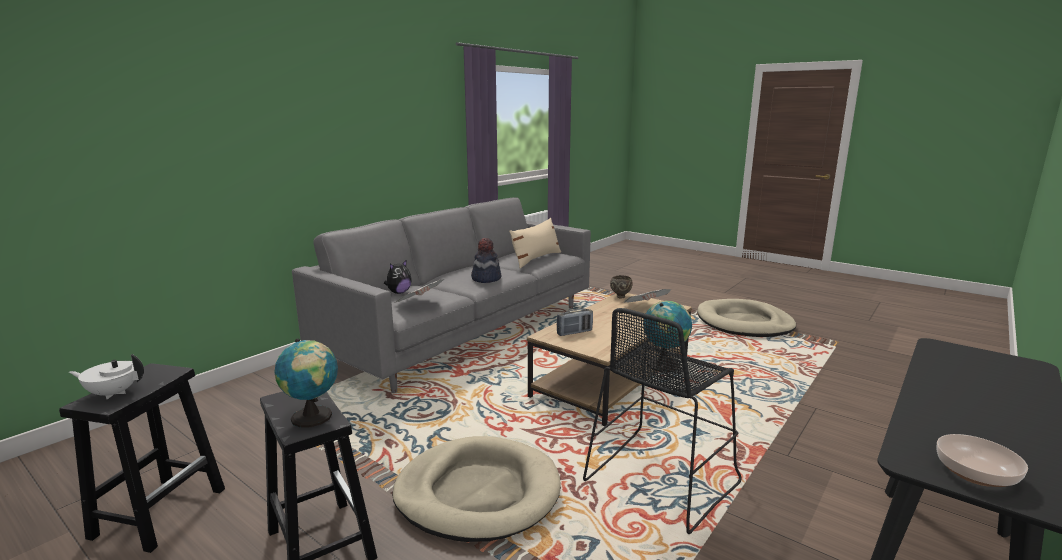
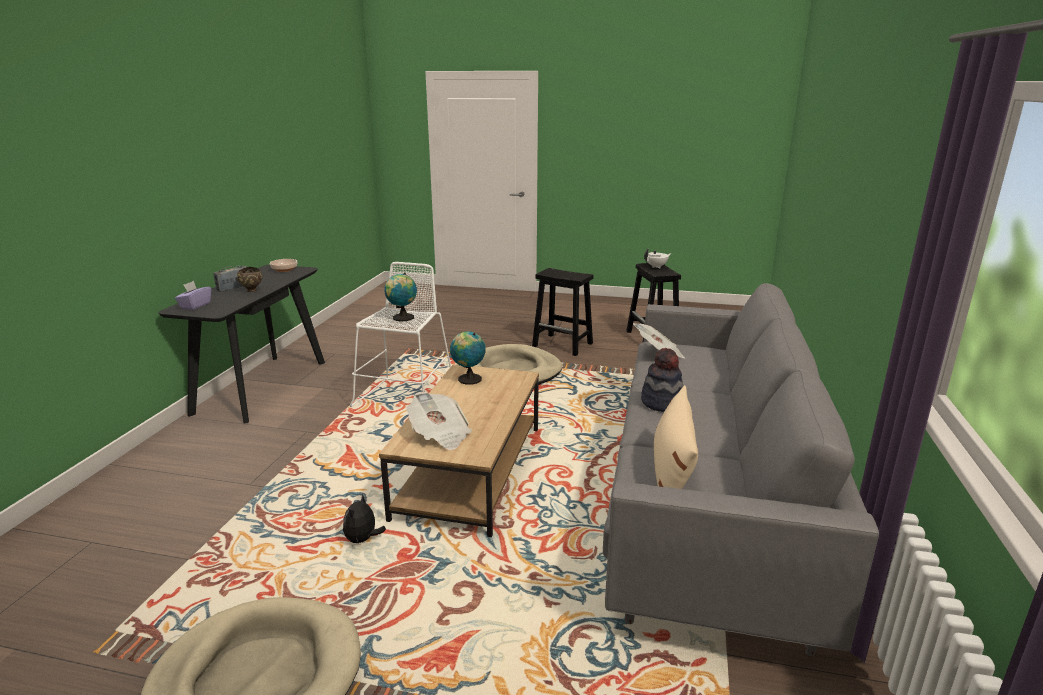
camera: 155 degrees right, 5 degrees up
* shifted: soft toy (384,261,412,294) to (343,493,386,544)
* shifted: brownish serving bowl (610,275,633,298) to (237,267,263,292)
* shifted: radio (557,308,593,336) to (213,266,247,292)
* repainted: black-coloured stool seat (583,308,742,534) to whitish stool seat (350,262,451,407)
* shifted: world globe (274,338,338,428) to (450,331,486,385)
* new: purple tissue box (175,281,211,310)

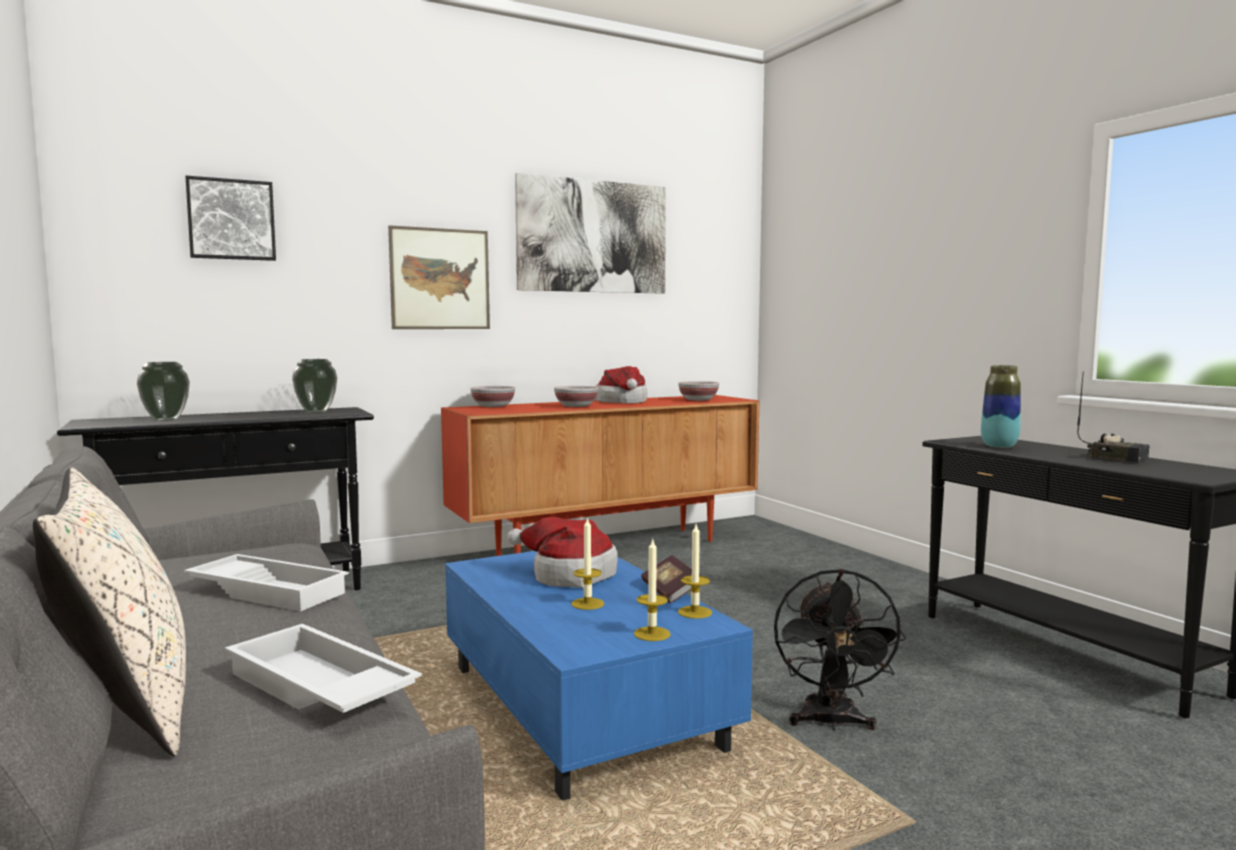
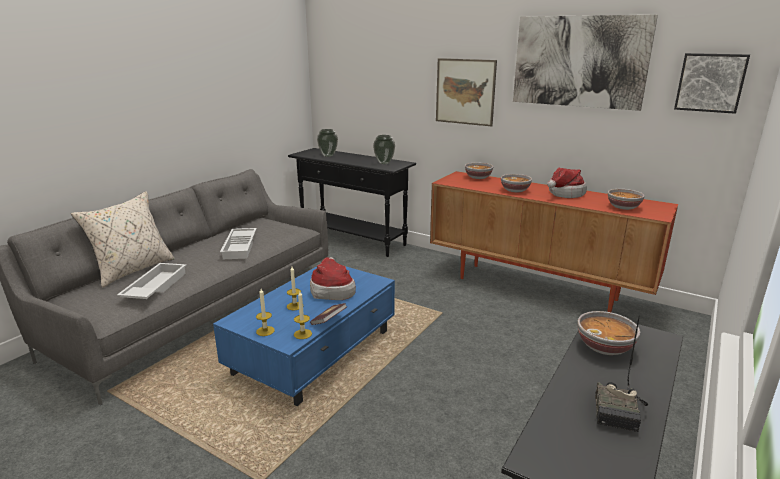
camera: 60 degrees right, 15 degrees up
* shifted: wall art (185,176,276,261) to (674,53,750,114)
* swapped: decorative vase (981,365,1021,448) to serving bowl (578,311,640,355)
* gone: black-coloured electric fan (774,569,906,730)

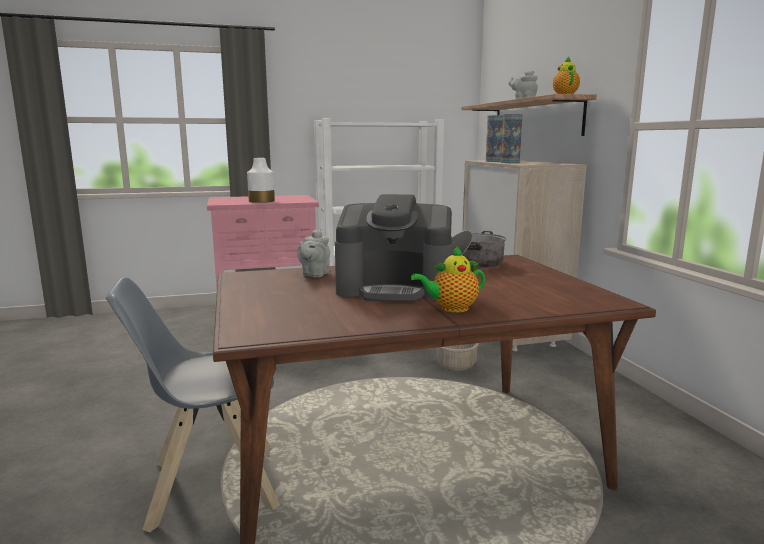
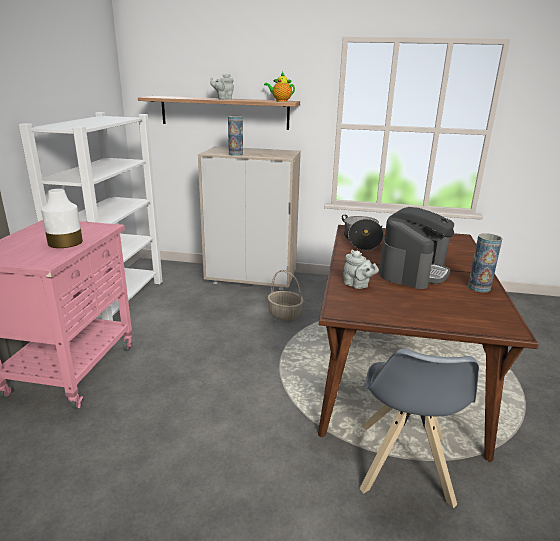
camera: 65 degrees left, 10 degrees up
* shifted: decorative vase (501,114,523,163) to (468,233,502,293)
* gone: tea pot (411,245,485,313)

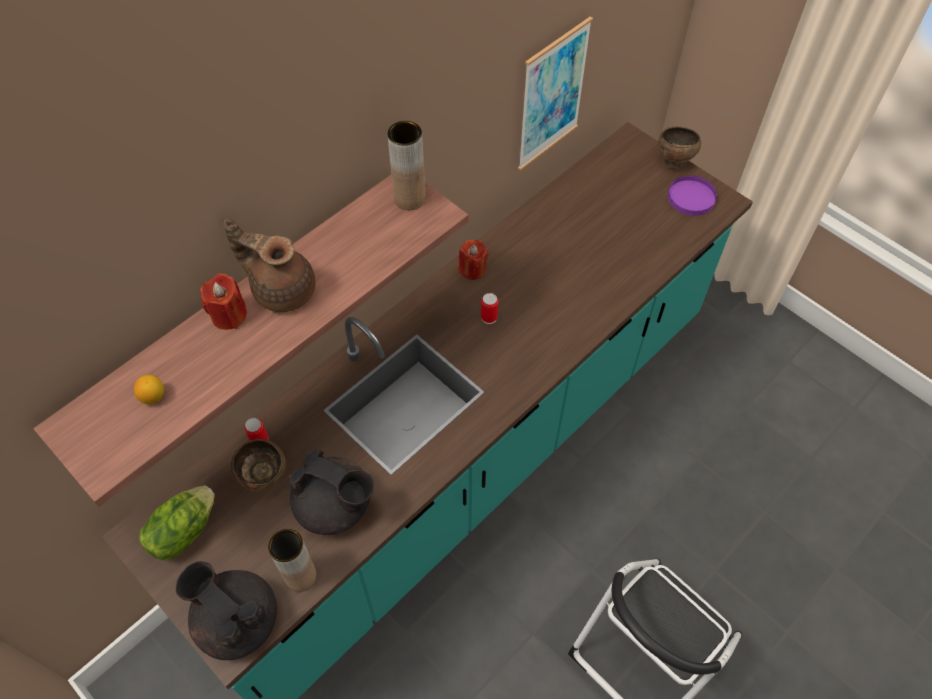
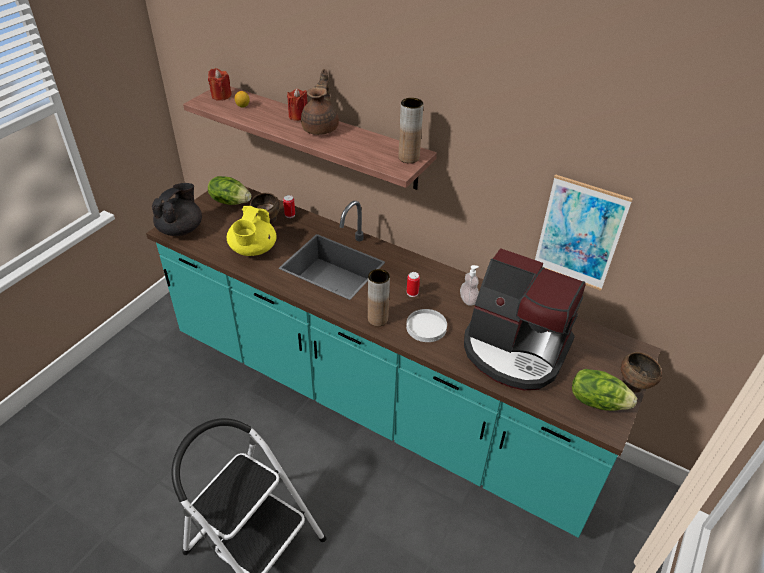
camera: 75 degrees right, 15 degrees down
* swapped: purple flat dish (668,175,717,216) to lettuce head (572,369,637,411)
* shifted: red wax light (459,240,488,280) to (208,68,232,101)
* repainted: black-coloured tea pot (289,450,374,535) to yellow tea pot (227,206,277,256)
* shifted: brownish decorative vase (268,529,317,592) to (368,269,390,326)
* new: coffee maker (464,248,586,390)
* new: liquid soap bottle (460,265,479,306)
* new: whitish flat dish (406,309,447,342)

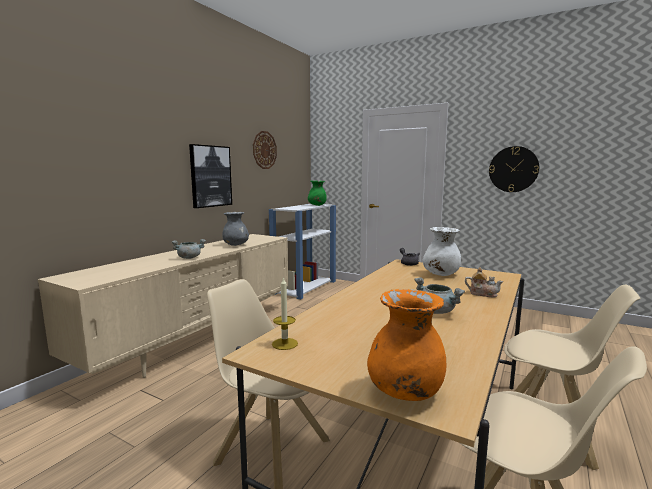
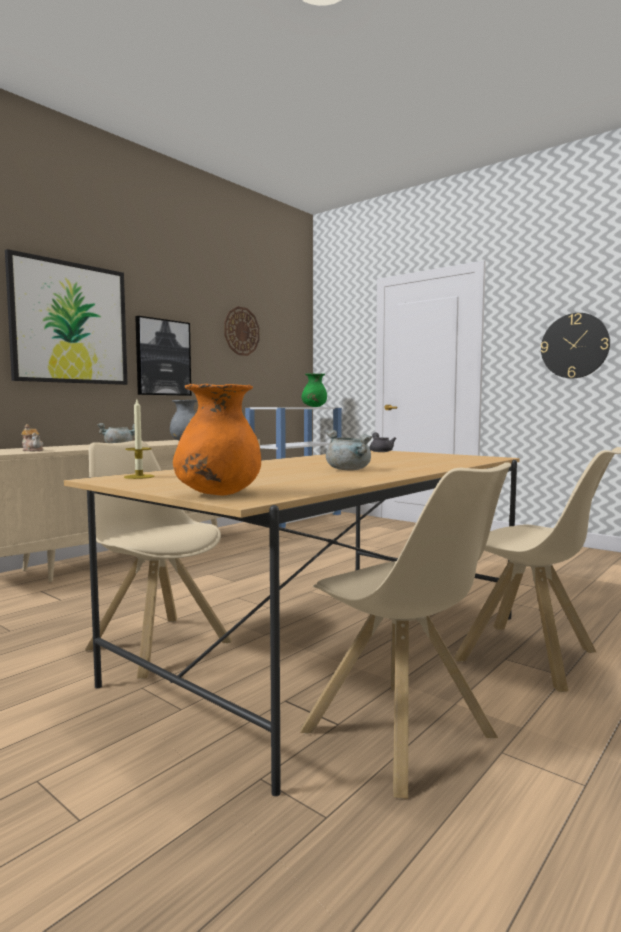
camera: 10 degrees right, 5 degrees down
* gone: whitish decorative vase (423,227,461,276)
* shifted: tea pot (465,267,503,297) to (21,424,44,451)
* new: wall art (5,249,128,385)

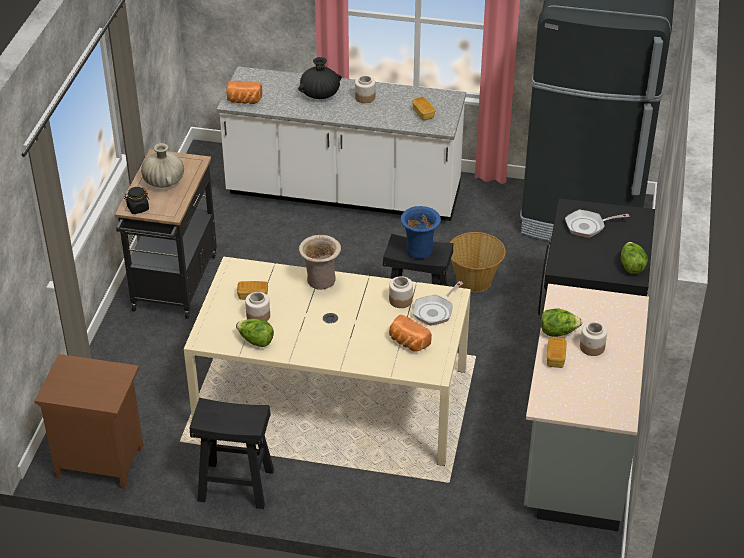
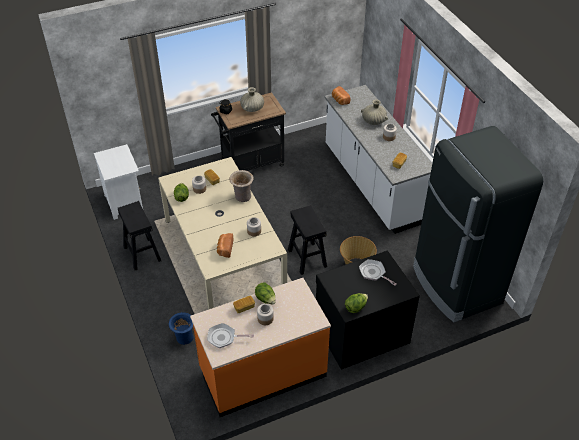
camera: 55 degrees right, 5 degrees up
* repainted: black-coloured decorative vase (298,57,342,99) to beige-coloured decorative vase (361,99,388,125)
* shifted: blue-coloured decorative vase (401,206,441,259) to (169,312,194,345)
* shifted: frying pan (413,281,463,326) to (207,323,254,348)
* repainted: gray kitchen counter (524,284,649,531) to orange-coloured kitchen counter (190,278,331,417)
* repainted: brownish nightstand (34,354,143,489) to whitish nightstand (94,144,143,220)

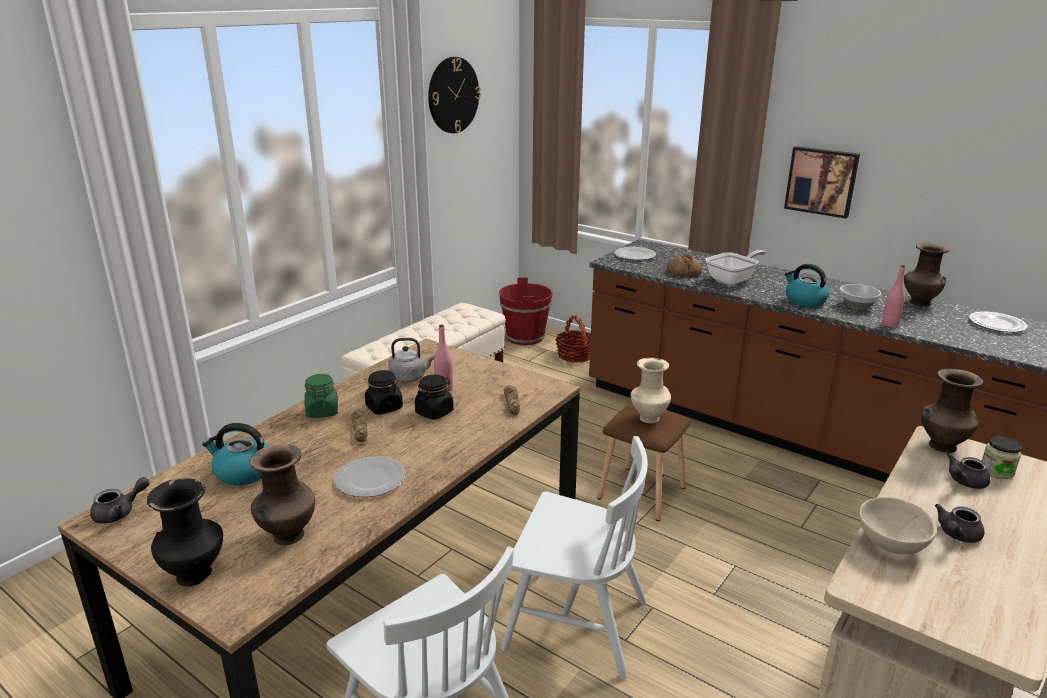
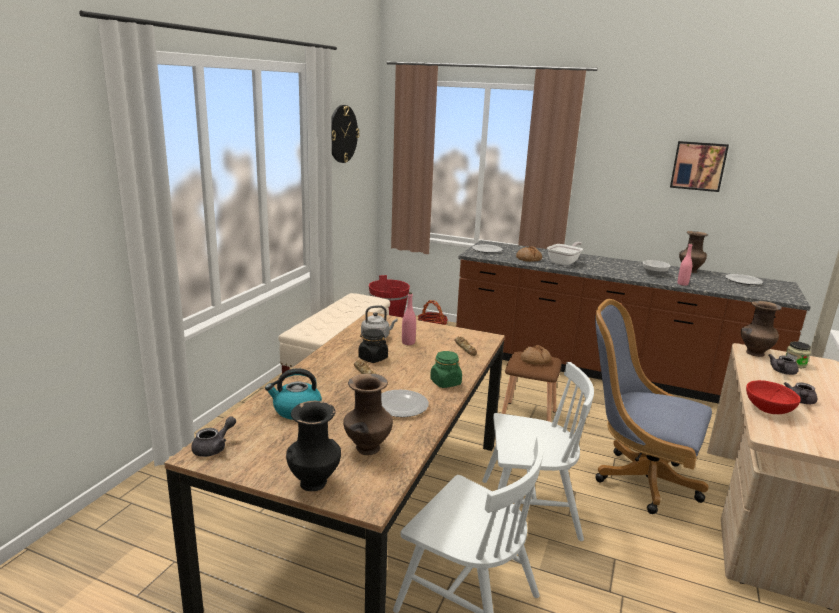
camera: 15 degrees left, 5 degrees down
* shifted: wall art (784,146,860,218) to (670,141,729,192)
* gone: water kettle (785,264,829,307)
* swapped: beige-coloured decorative vase (631,357,671,423) to bakery bread (521,345,552,365)
* shifted: green-coloured jar (304,374,338,418) to (430,351,462,388)
* gone: black-coloured jar (415,375,454,420)
* repainted: beige-coloured serving bowl (859,497,937,554) to red serving bowl (746,380,801,414)
* new: blue-coloured computer chair (595,299,712,514)

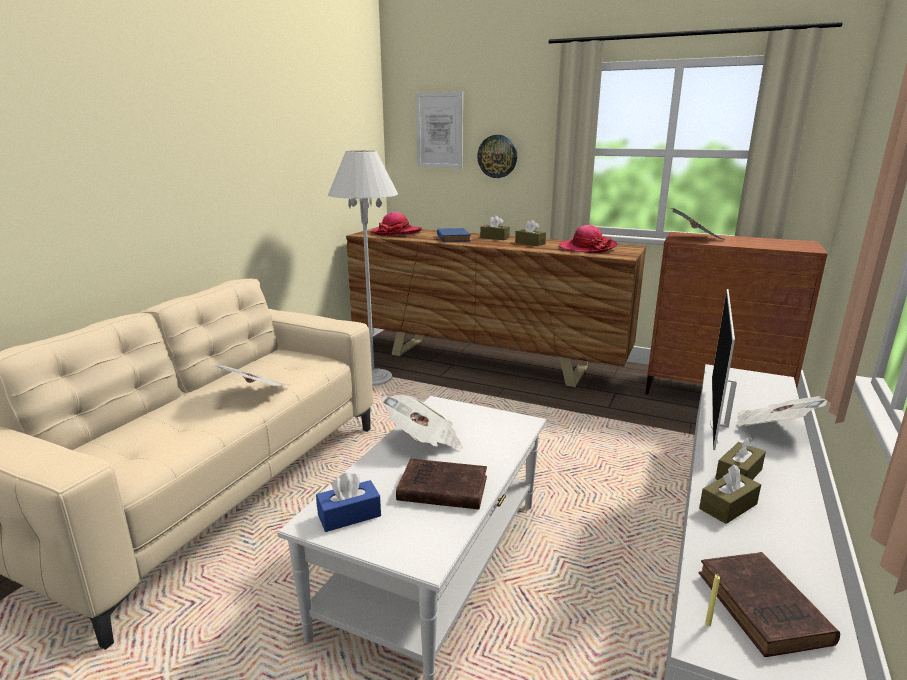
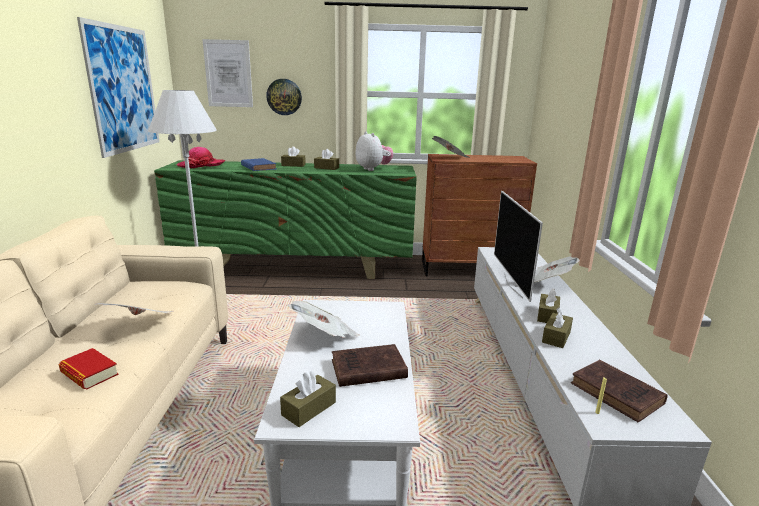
camera: 25 degrees left, 0 degrees up
* swapped: hat (559,225,618,253) to soft toy (355,131,393,171)
* repainted: brownish cupboard (346,227,646,387) to green-coloured cupboard (154,160,417,279)
* repainted: blue-coloured tissue box (316,472,381,532) to brownish tissue box (280,371,336,427)
* new: wall art (77,17,159,158)
* new: book (58,348,119,390)

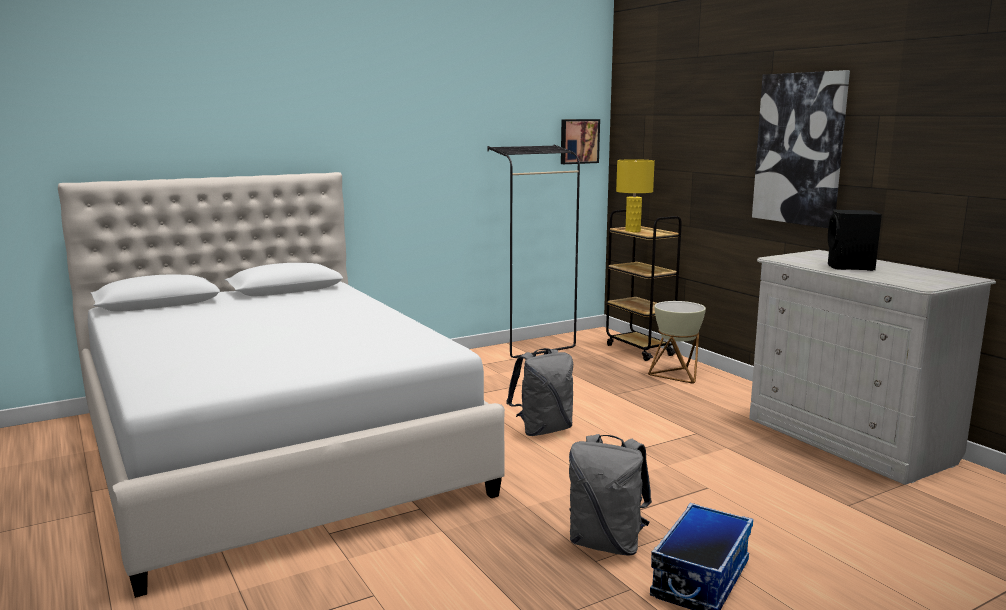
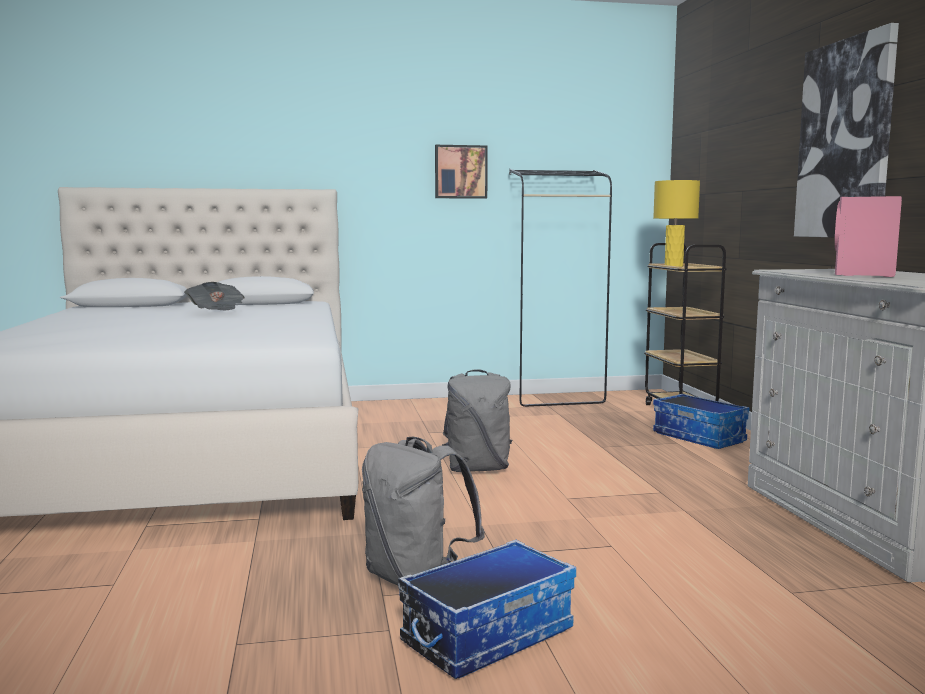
camera: 20 degrees right, 5 degrees down
* shifted: wall art (561,119,600,164) to (435,145,488,199)
* repainted: black-coloured audio speaker (828,210,882,271) to pink audio speaker (835,196,902,277)
* swapped: planter (648,301,706,384) to storage bin (653,394,749,449)
* new: daily paper (184,282,245,310)

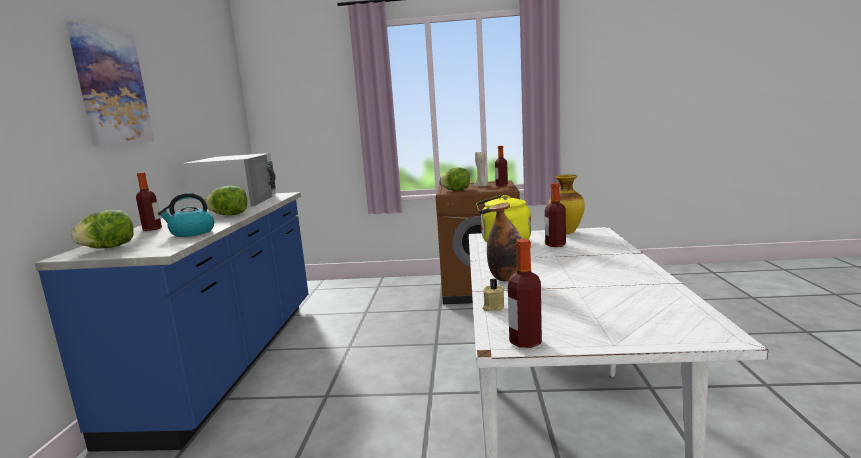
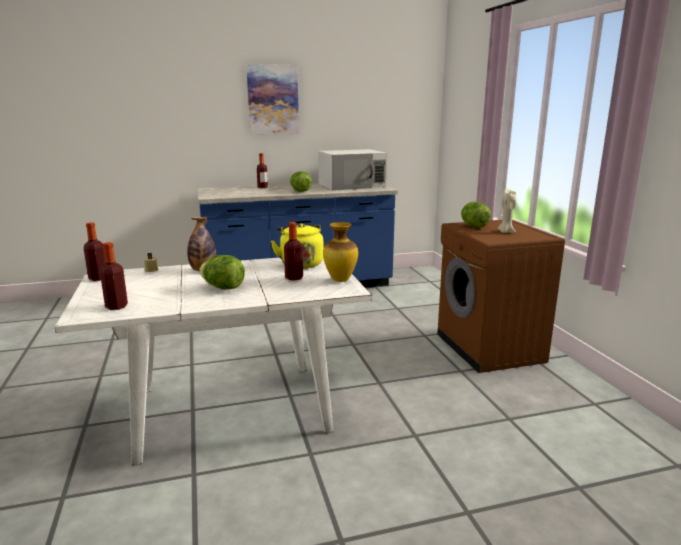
camera: 70 degrees right, 5 degrees up
* shifted: bottle (495,146,508,186) to (100,242,128,310)
* gone: water kettle (158,193,214,237)
* shifted: lettuce head (71,210,134,249) to (199,255,245,289)

